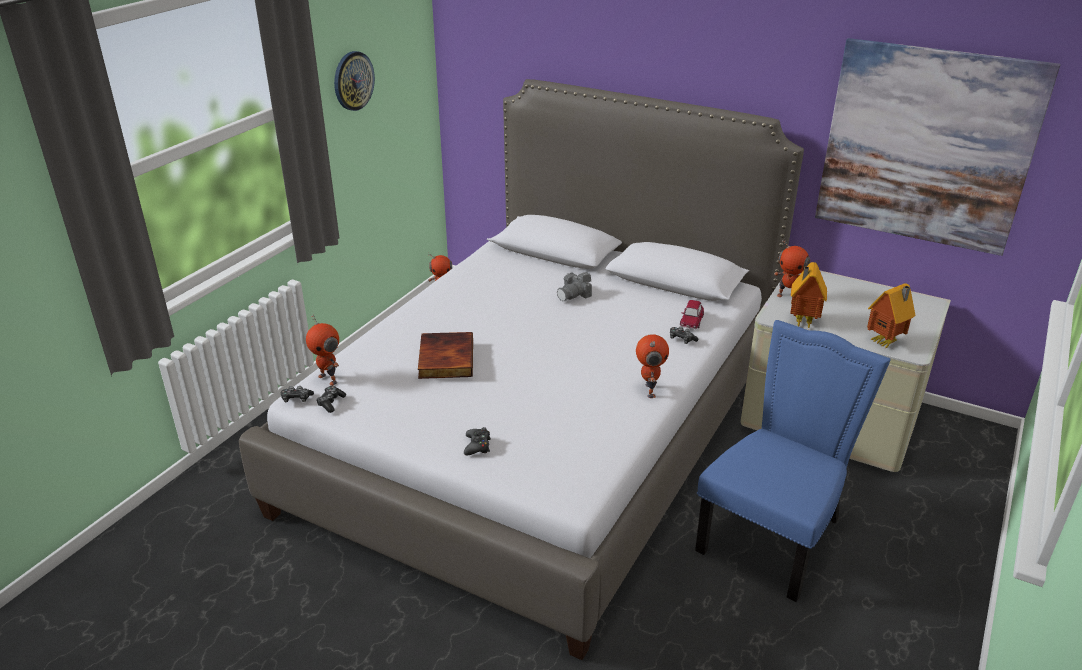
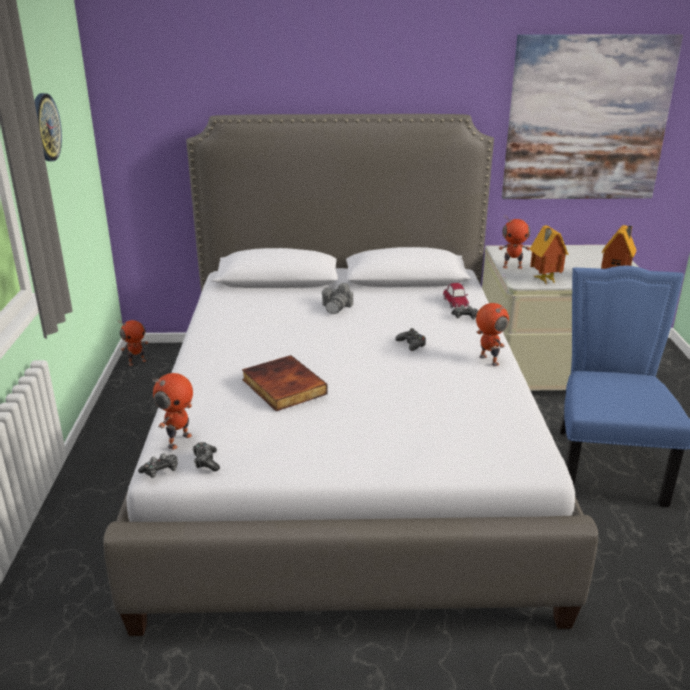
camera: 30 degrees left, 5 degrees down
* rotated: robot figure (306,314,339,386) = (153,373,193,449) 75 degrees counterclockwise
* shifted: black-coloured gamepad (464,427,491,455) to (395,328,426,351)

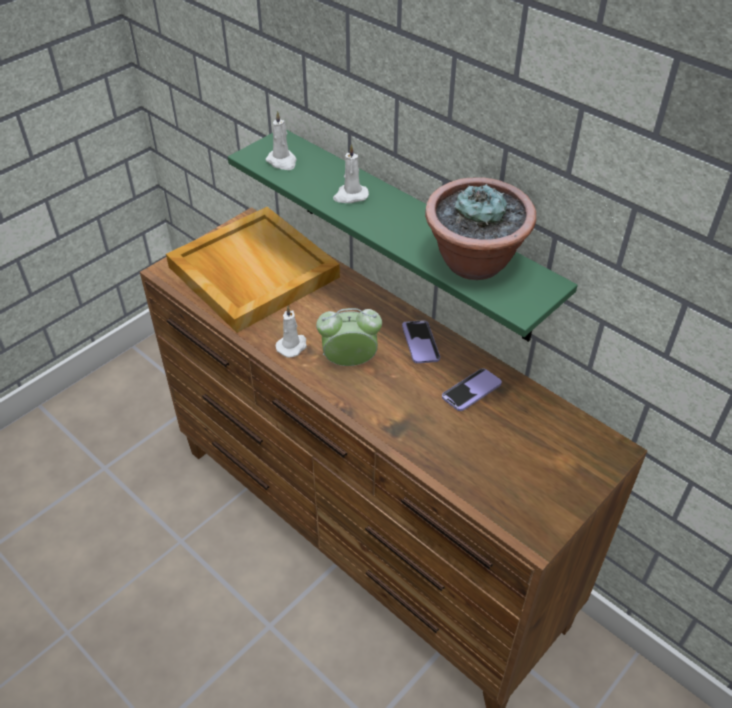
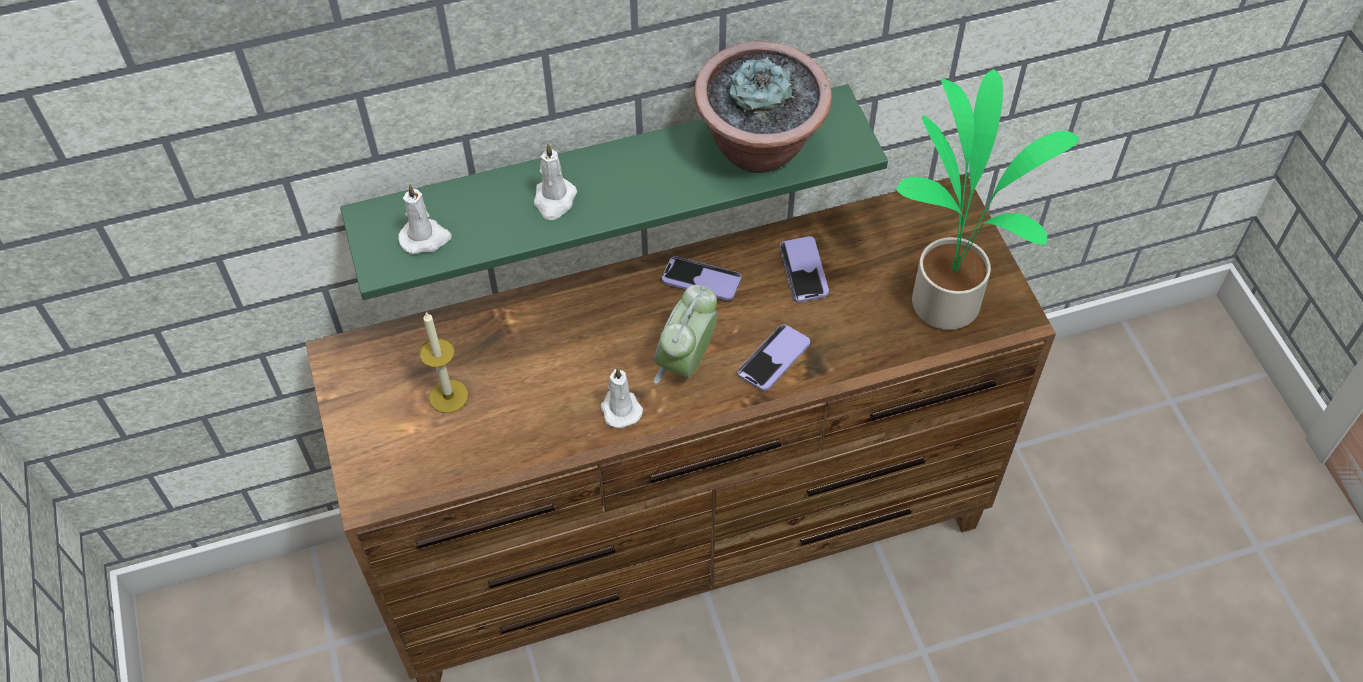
camera: 60 degrees left, 10 degrees up
* swapped: beige-coloured serving tray (166,207,340,333) to wax light (419,312,468,413)
* new: potted plant (896,69,1079,330)
* new: handset (738,325,810,391)

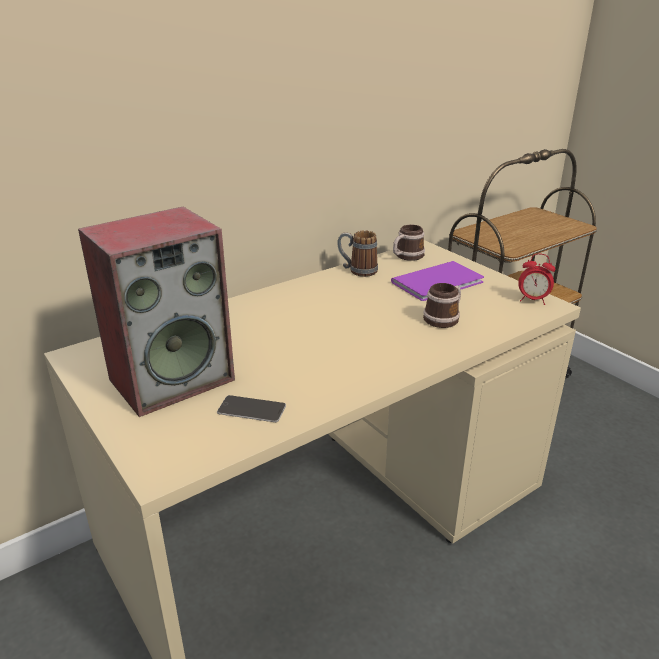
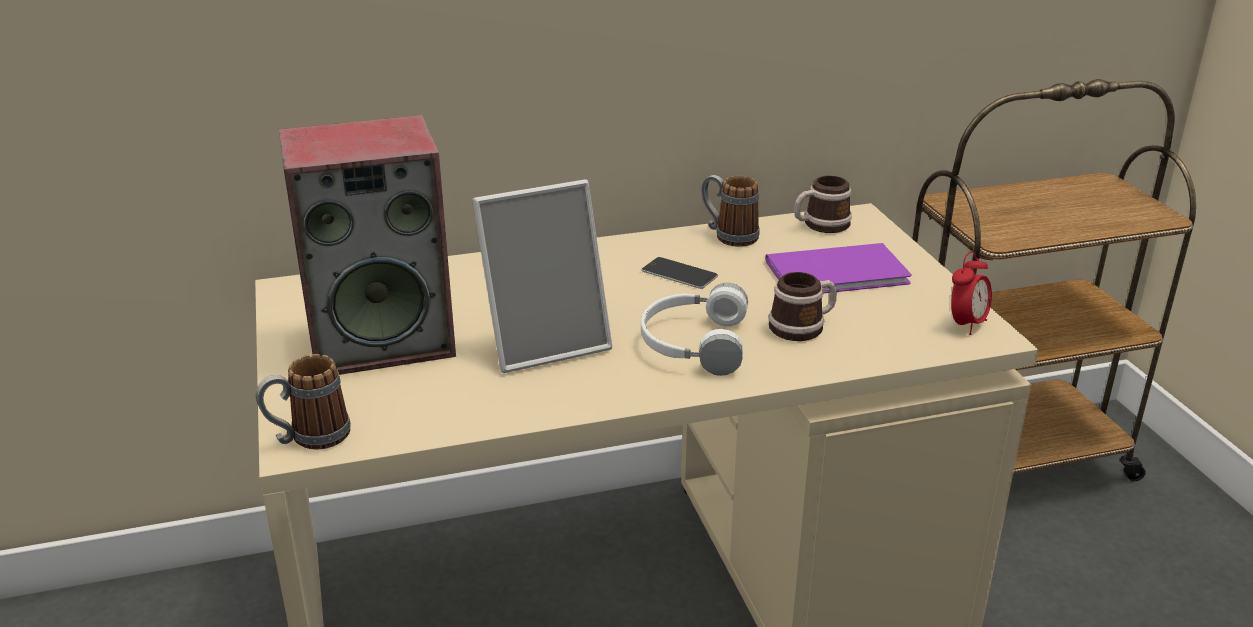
camera: 20 degrees right, 0 degrees up
* rotated: bedside clock (518,254,556,305) = (951,251,992,335) 90 degrees counterclockwise
* shifted: handset (217,395,286,422) to (641,257,718,289)
* new: standing frame (472,179,612,373)
* new: whitish pair of headphones (641,283,748,376)
* new: coffee mug (256,354,351,450)

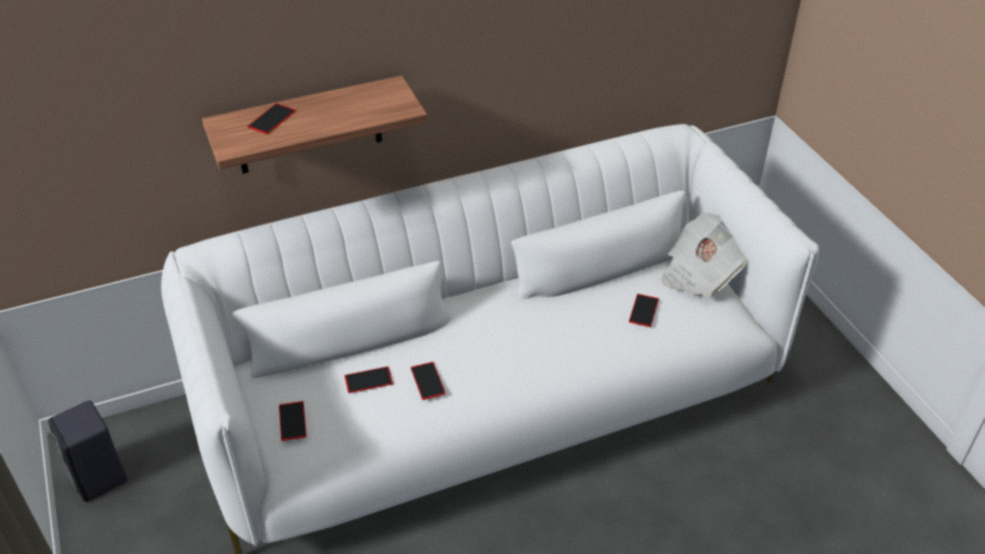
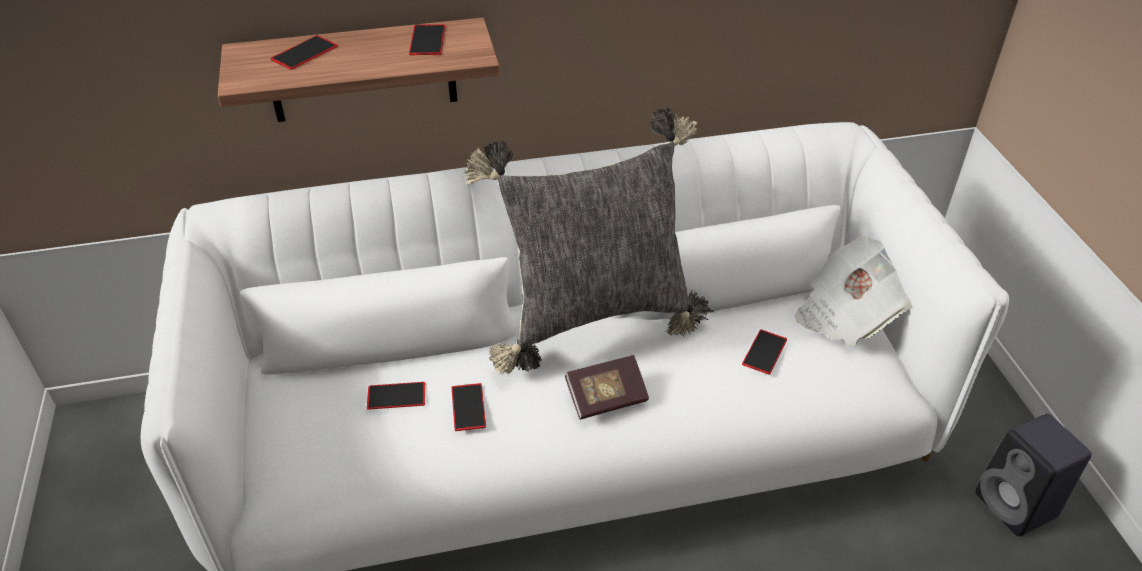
camera: 10 degrees right, 0 degrees up
* shifted: black-coloured audio speaker (48,400,128,502) to (975,414,1092,537)
* shifted: handset (279,401,307,441) to (409,24,445,55)
* new: pillow (464,108,714,376)
* new: book (565,355,649,420)

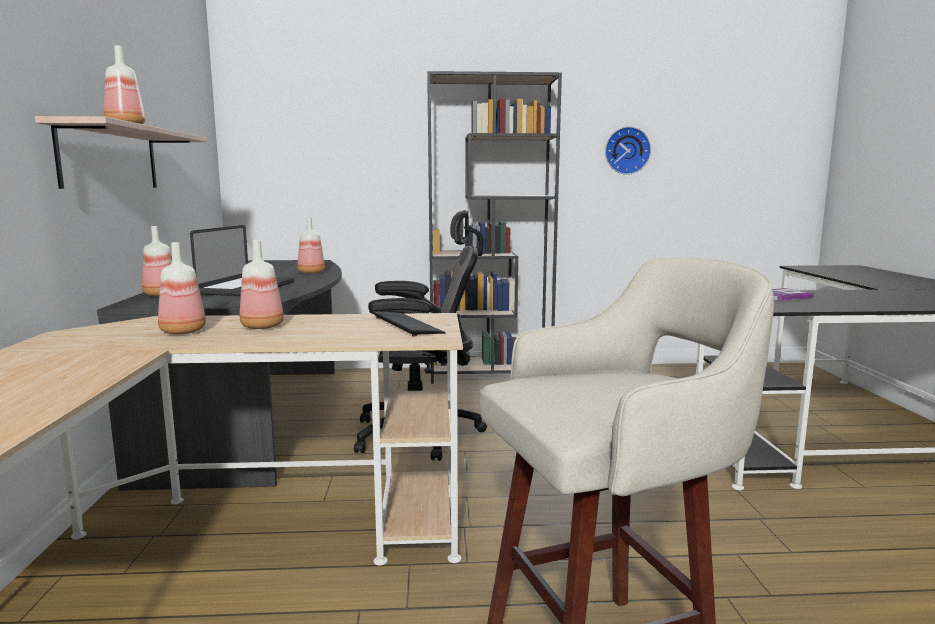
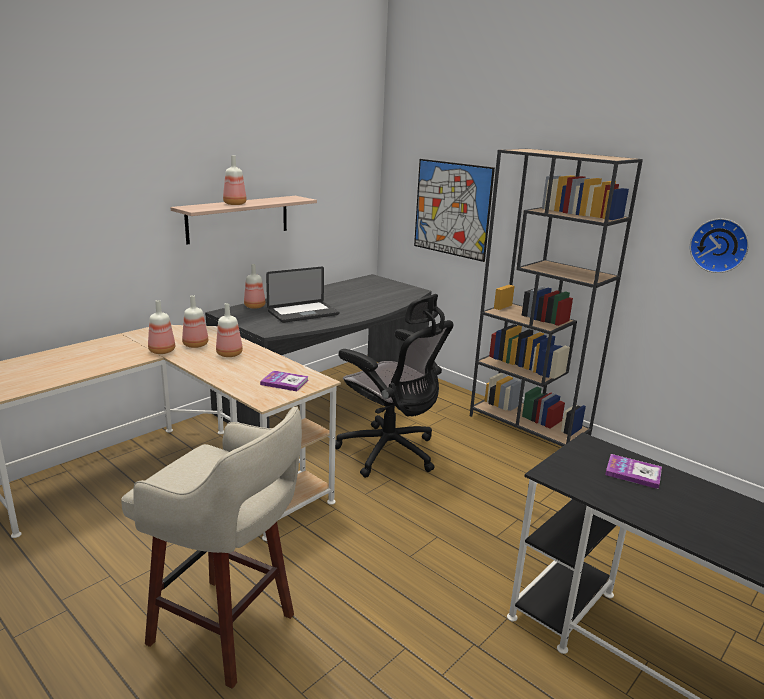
camera: 45 degrees right, 10 degrees up
* shifted: bottle (297,217,325,274) to (148,300,175,354)
* swapped: PC keyboard (372,311,446,337) to book (260,370,309,391)
* new: wall art (414,159,495,262)

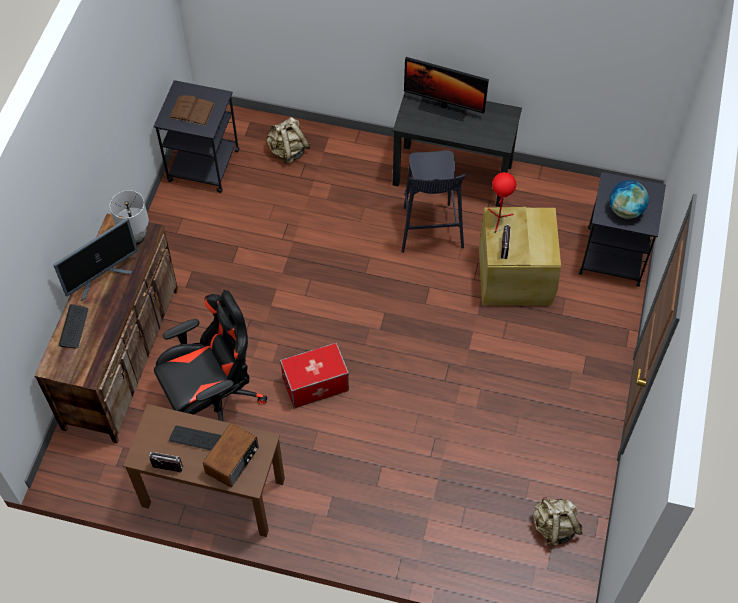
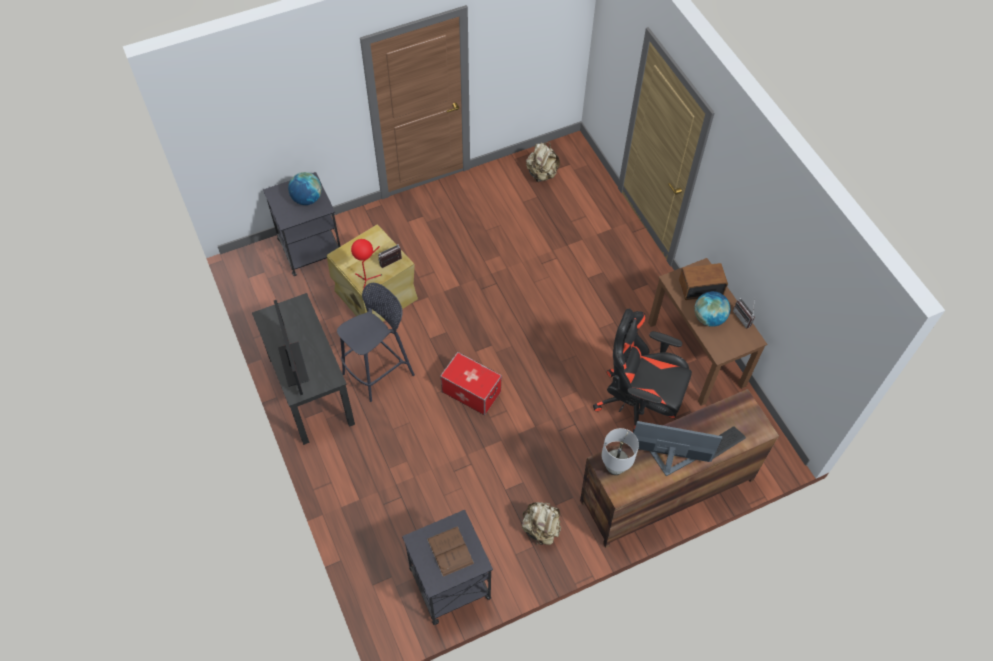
camera: 130 degrees left, 0 degrees up
* shifted: beige-coloured knapsack (266,117,310,164) to (521,502,561,546)
* shifted: storage bin (280,342,349,408) to (440,352,502,415)
* swapped: PC keyboard (169,425,222,450) to world globe (694,291,730,327)

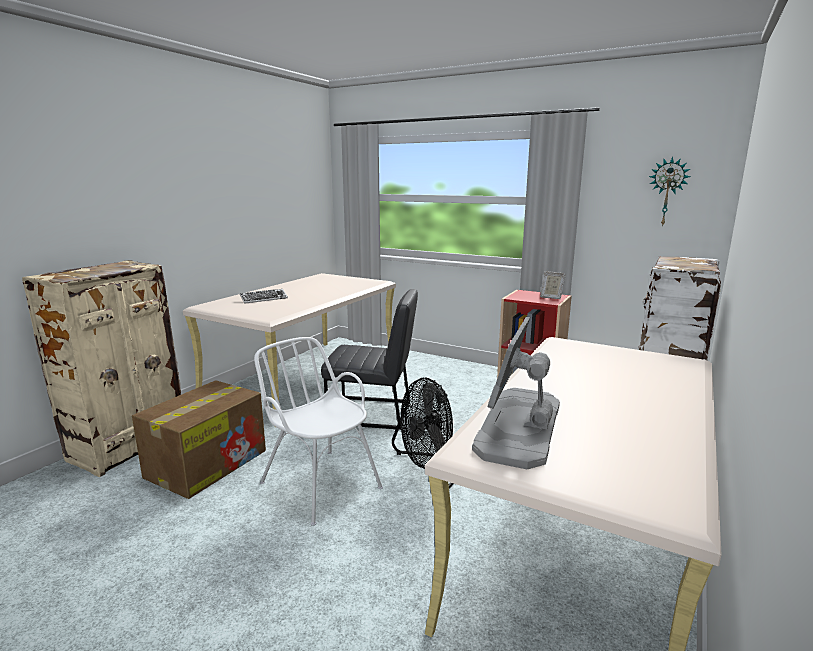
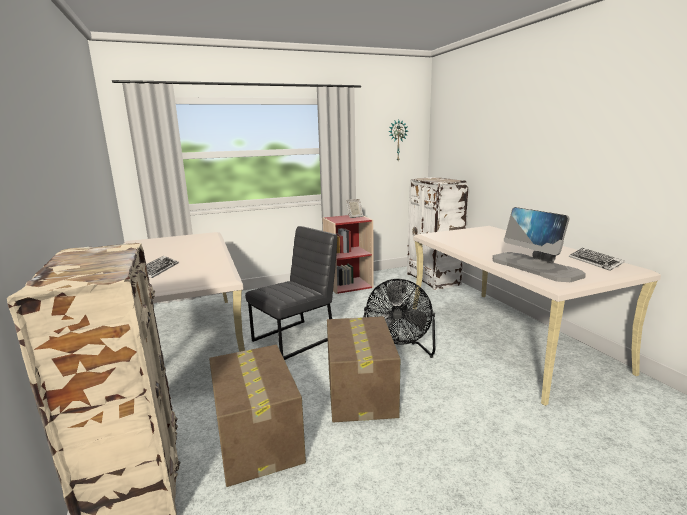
camera: 50 degrees left, 0 degrees up
* swapped: whitish chair (254,337,383,526) to cardboard box (327,316,400,423)
* new: PC keyboard (569,248,625,271)

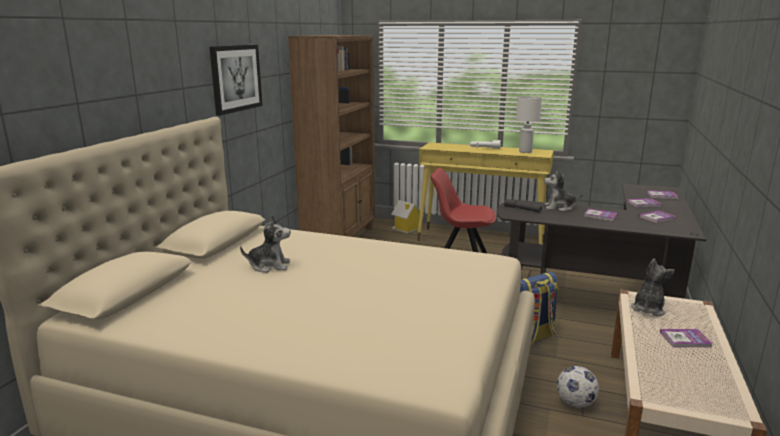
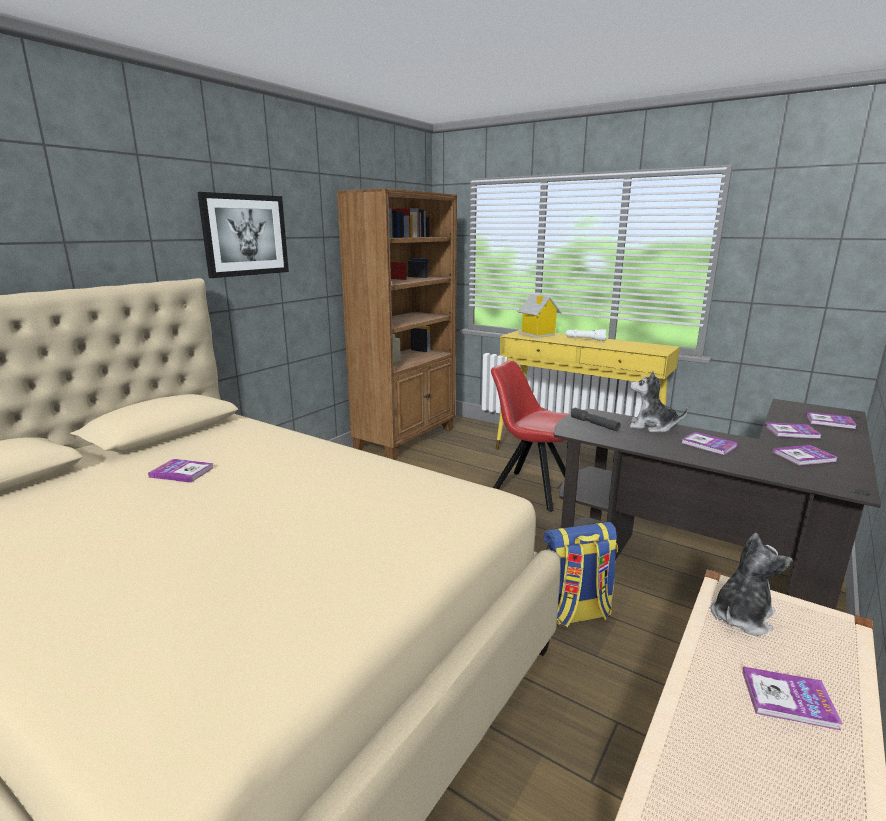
camera: 15 degrees right, 0 degrees up
* gone: whitish tabletop lamp (516,96,542,153)
* shifted: toy house (391,200,420,234) to (517,294,562,338)
* swapped: soft toy (240,215,291,273) to book (148,459,213,483)
* gone: football ball (557,366,599,408)

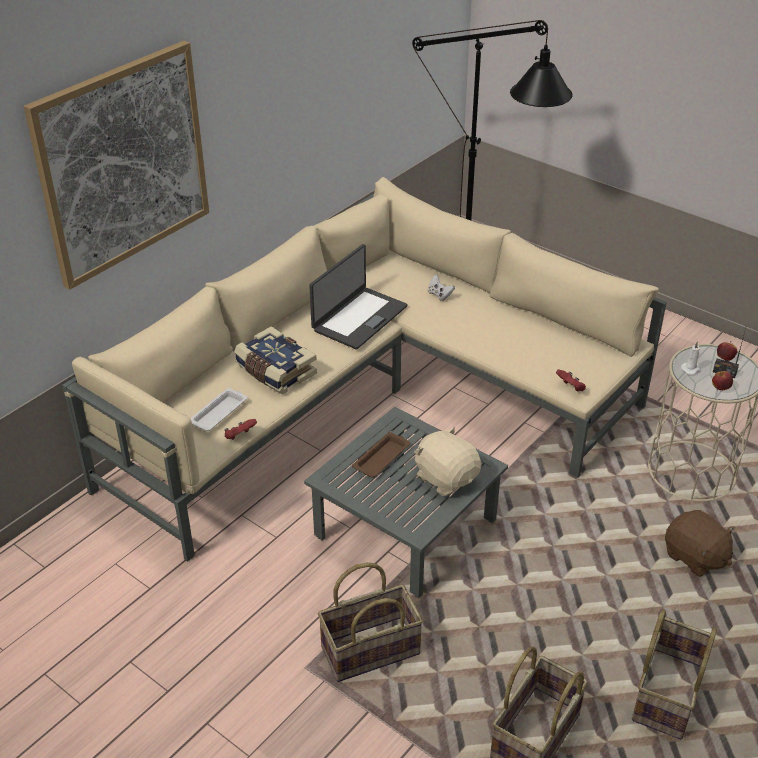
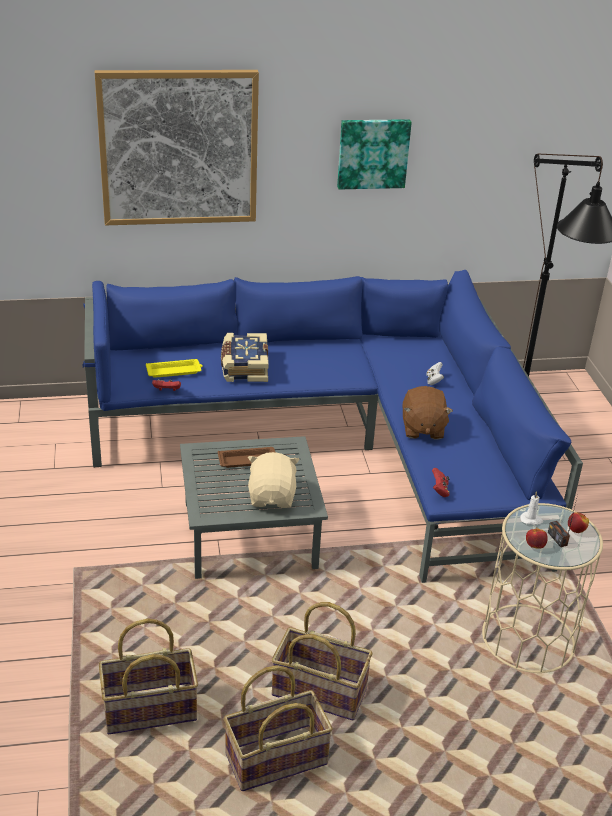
camera: 40 degrees right, 5 degrees down
* repainted: beige-coloured sofa (62,177,667,599) to blue-coloured sofa (82,270,583,583)
* gone: notebook computer (309,244,408,349)
* repainted: whitish serving tray (190,388,248,431) to yellow serving tray (146,359,203,378)
* shifted: brownish soft toy (665,510,735,577) to (403,386,453,439)
* shifted: basket (318,562,423,682) to (271,602,372,720)
* new: wall art (337,119,412,189)

